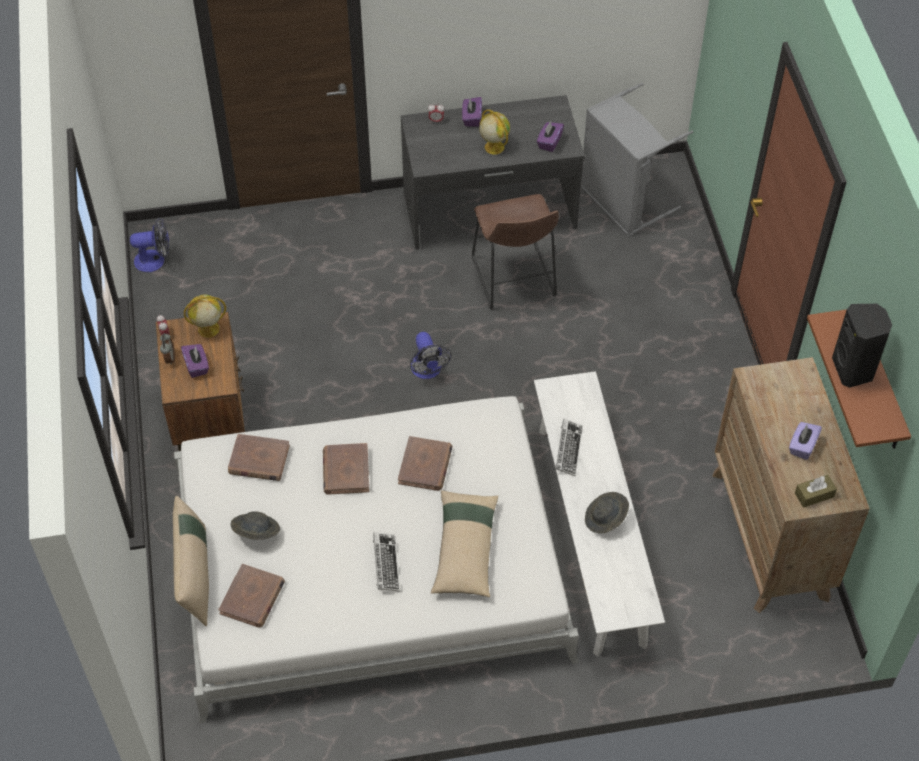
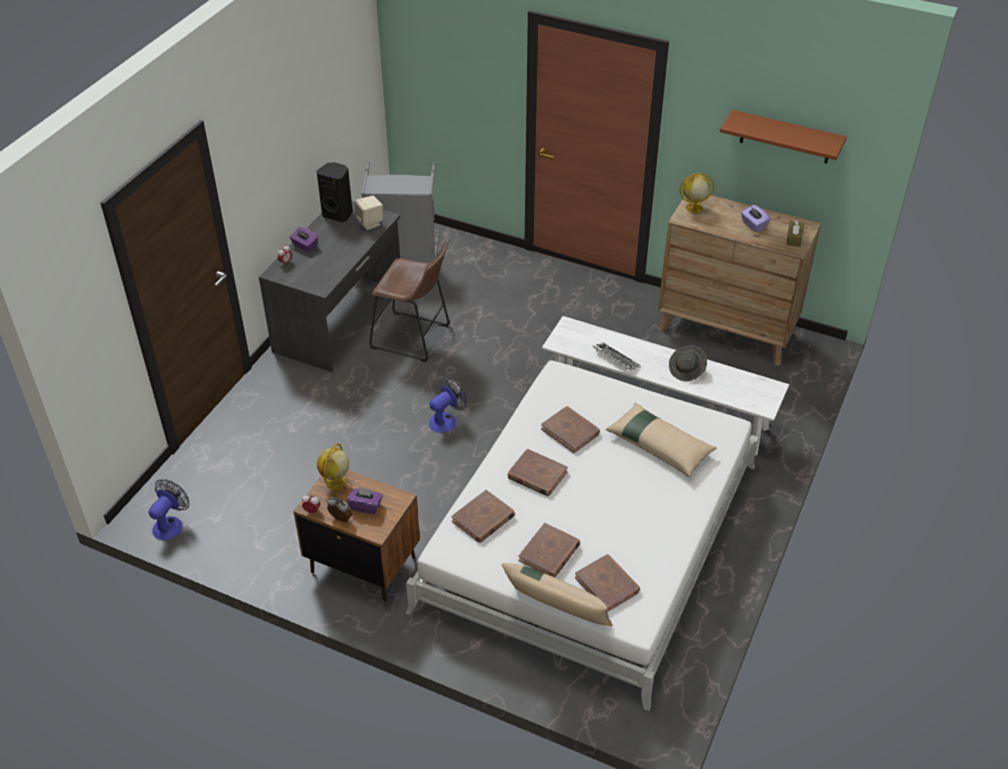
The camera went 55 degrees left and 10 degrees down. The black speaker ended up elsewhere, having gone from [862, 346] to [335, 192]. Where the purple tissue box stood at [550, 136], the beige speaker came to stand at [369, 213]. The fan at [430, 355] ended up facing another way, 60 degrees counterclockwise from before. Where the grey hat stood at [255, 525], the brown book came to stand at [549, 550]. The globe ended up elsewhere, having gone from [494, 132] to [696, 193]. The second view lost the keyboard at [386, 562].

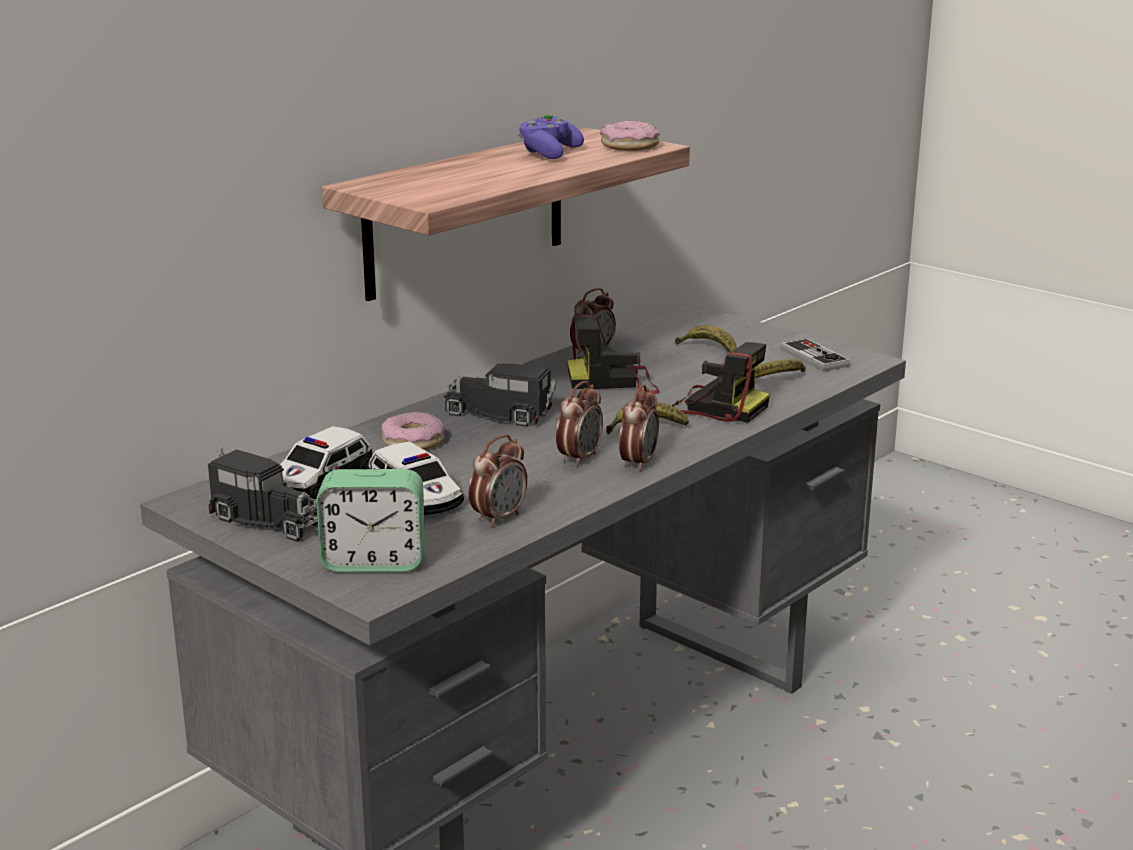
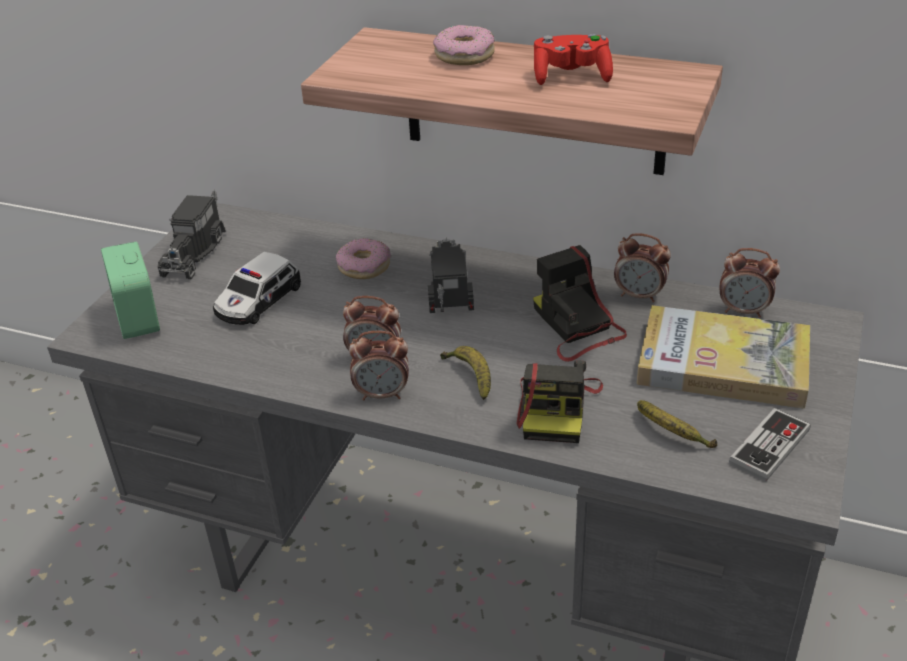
The camera went 70 degrees right and 15 degrees up. The donut ended up elsewhere, having gone from [630, 136] to [464, 45]. What was the purple game controller at [551, 137] turned into the red game controller at [573, 59]. Where the banana stood at [706, 338], the book came to stand at [723, 356]. The alarm clock ended up elsewhere, having gone from [497, 481] to [750, 283]. The second view lost the toy car at [326, 462].

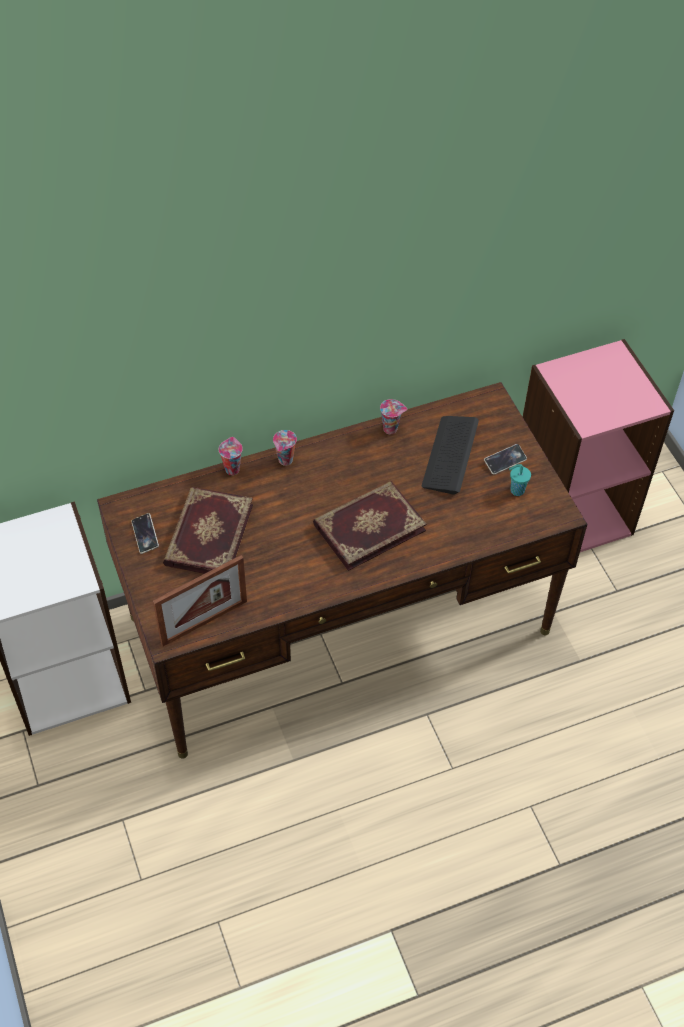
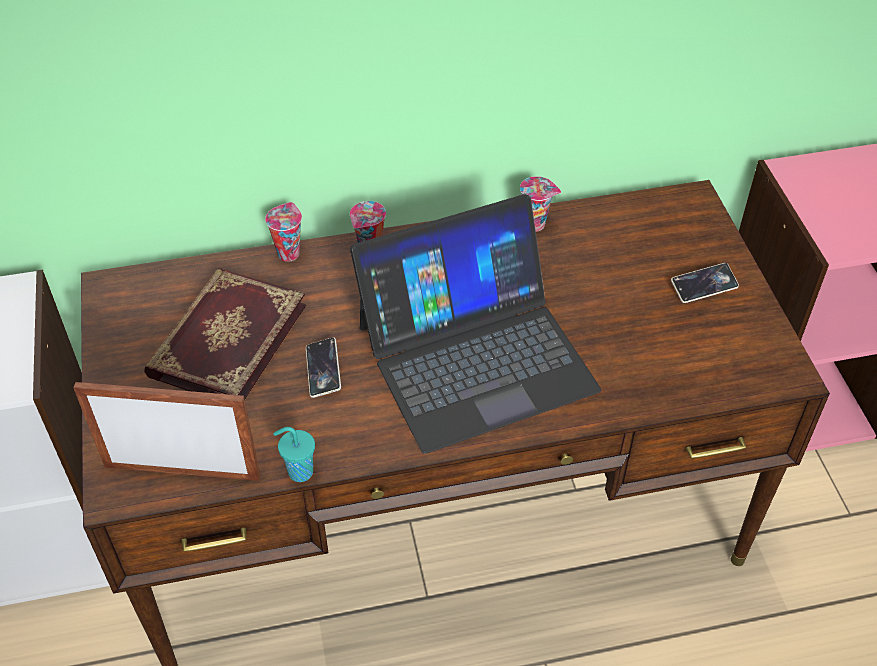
The camera went 10 degrees right and 5 degrees down. The picture frame at [200, 600] ended up facing another way, 150 degrees counterclockwise from before. The turquoise cup ended up elsewhere, having gone from [520, 480] to [294, 454]. The phone ended up elsewhere, having gone from [145, 533] to [323, 367]. Where the book stood at [370, 526], the laptop came to stand at [475, 323]. The second view lost the keyboard at [450, 455].

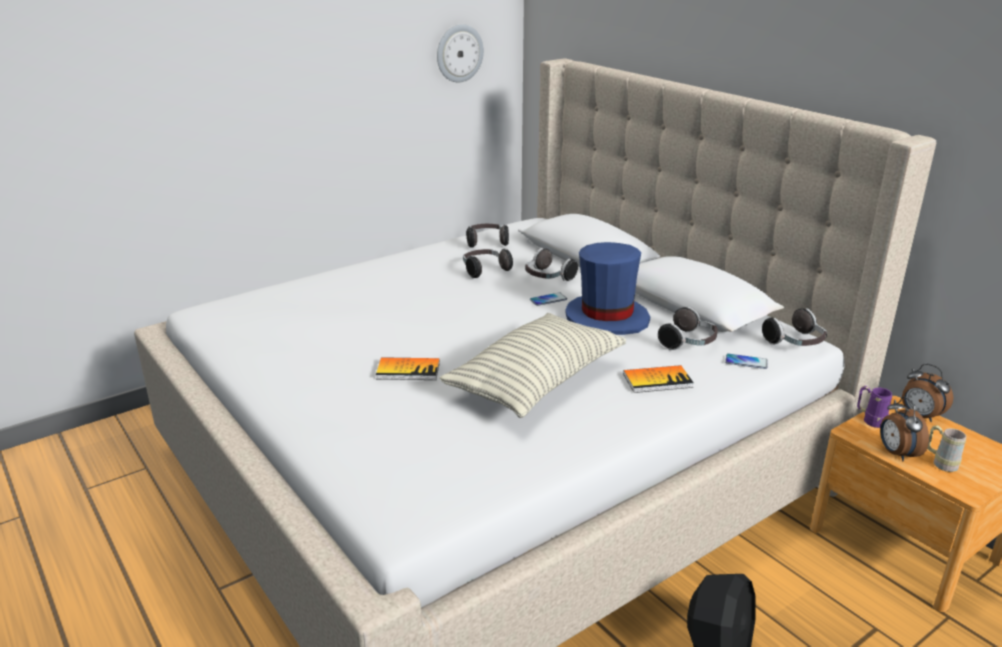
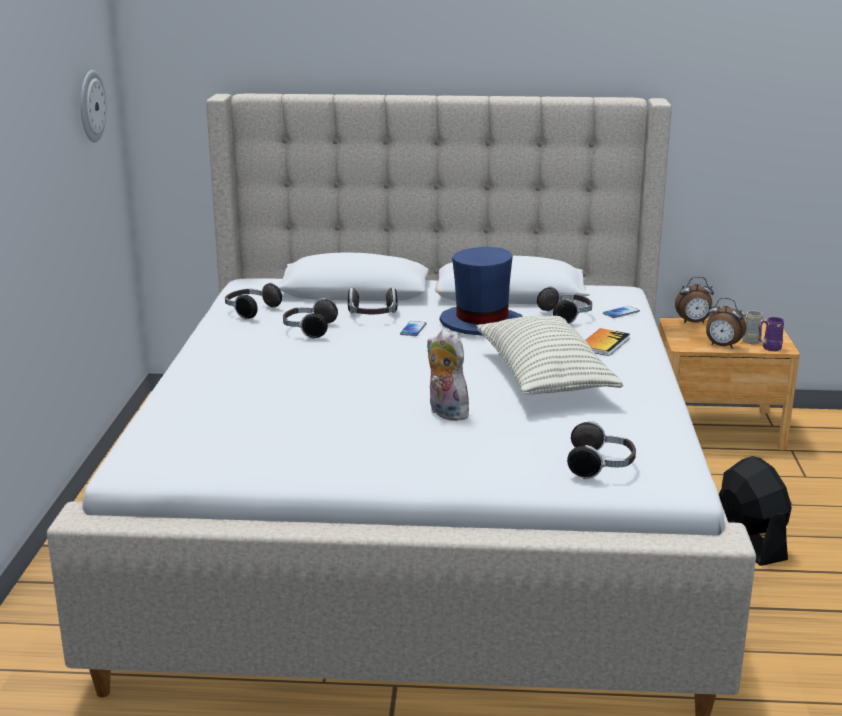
The camera went 50 degrees left and 5 degrees down. Where the book stood at [408, 368], the plush toy came to stand at [448, 375]. The headphones ended up elsewhere, having gone from [794, 327] to [601, 450]. The purple mug ended up elsewhere, having gone from [874, 407] to [771, 334].

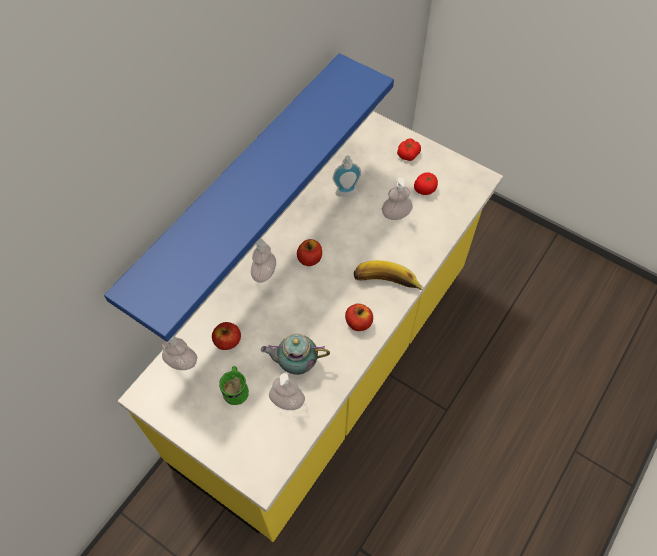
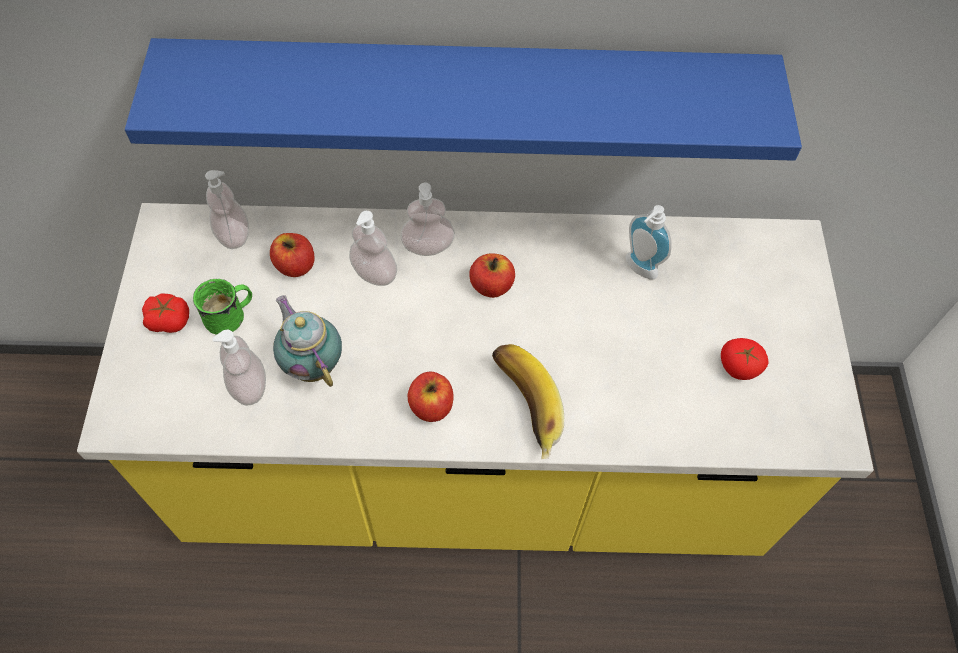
The camera went 55 degrees right and 0 degrees up. The tomato ended up elsewhere, having gone from [409, 150] to [165, 313]. The soap dispenser ended up elsewhere, having gone from [397, 199] to [373, 248].

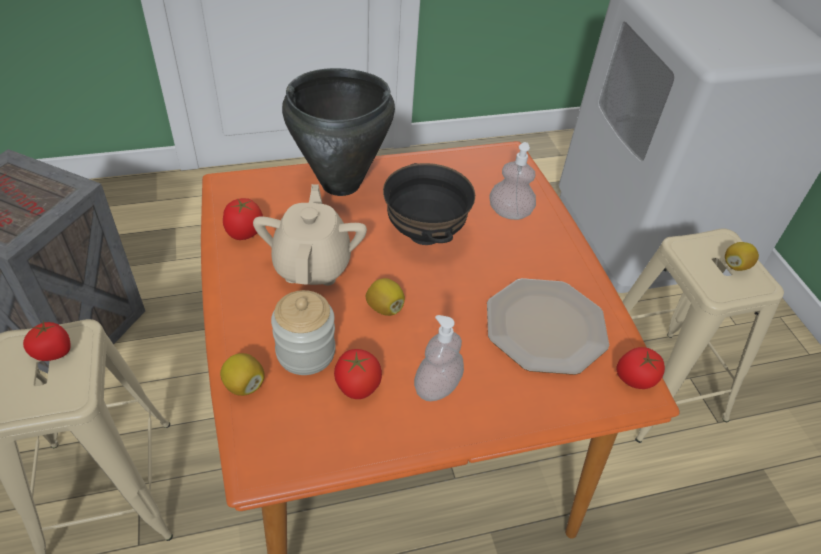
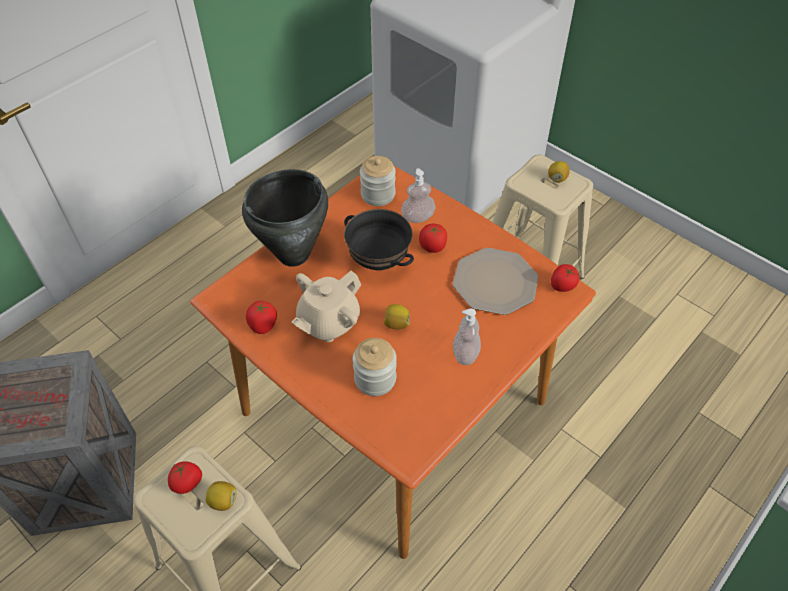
The camera went 30 degrees left and 5 degrees up. The lemon ended up elsewhere, having gone from [242, 374] to [221, 496]. The beige teapot at [310, 235] ended up facing another way, 105 degrees counterclockwise from before. The second view gained the jar at [378, 181]. The tomato ended up elsewhere, having gone from [358, 374] to [433, 238].

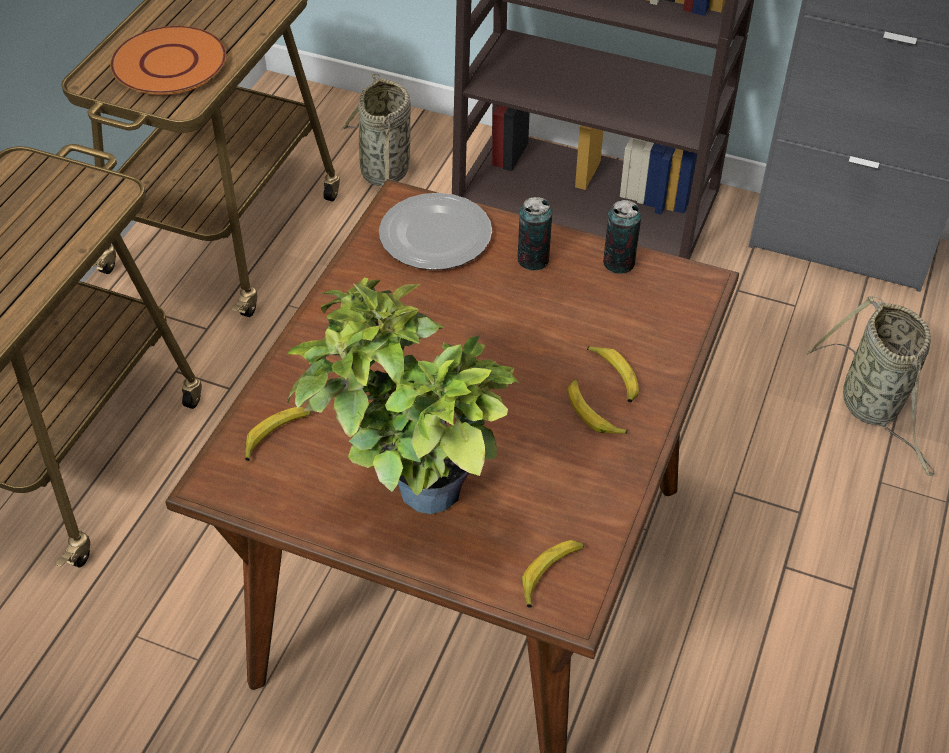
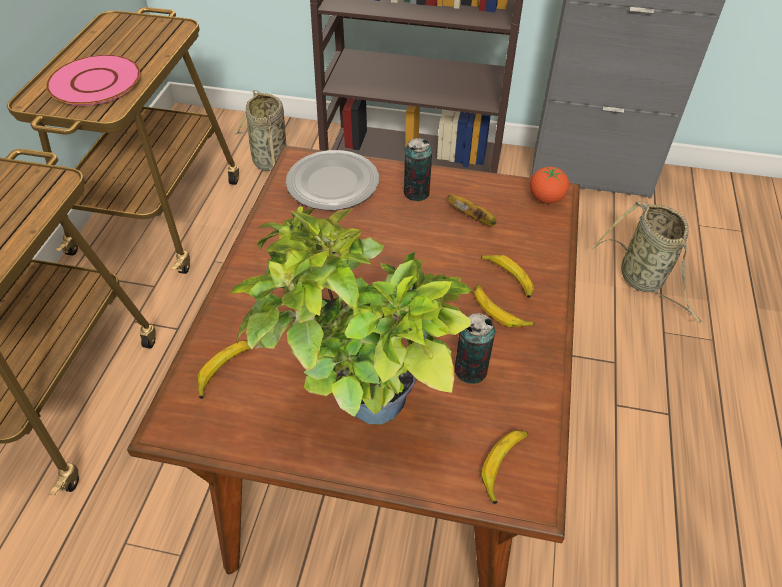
The camera went 10 degrees left and 0 degrees up. What was the orange plate at [168, 60] turned into the pink plate at [93, 80]. The second view gained the banana at [471, 210]. The can ended up elsewhere, having gone from [622, 237] to [475, 348]. The second view gained the tomato at [549, 185].

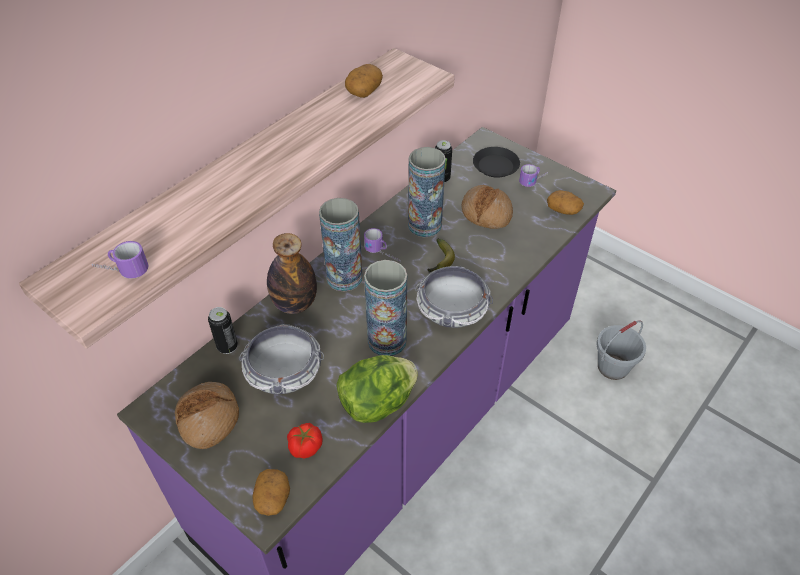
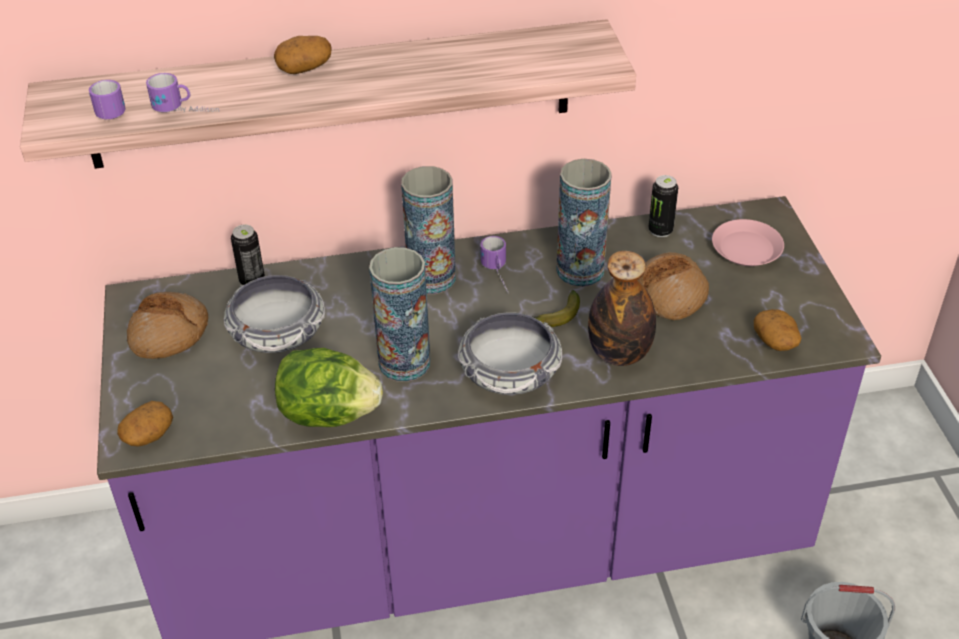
The camera went 40 degrees right and 5 degrees down. The mug ended up elsewhere, having gone from [533, 175] to [182, 92]. The potato ended up elsewhere, having gone from [364, 81] to [303, 55]. The bottle ended up elsewhere, having gone from [292, 273] to [622, 308]. What was the black plate at [496, 162] turned into the pink plate at [748, 242]. The second view lost the tomato at [305, 440].

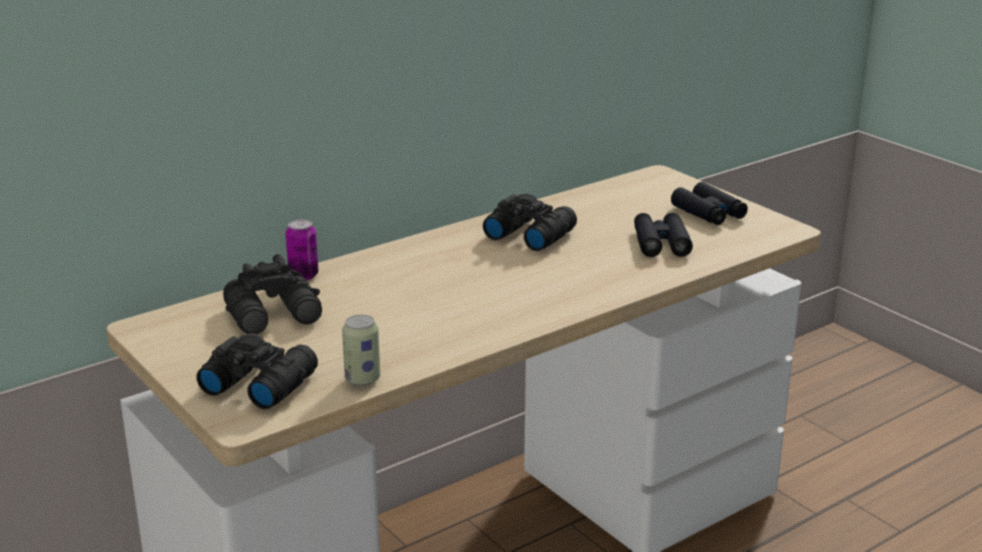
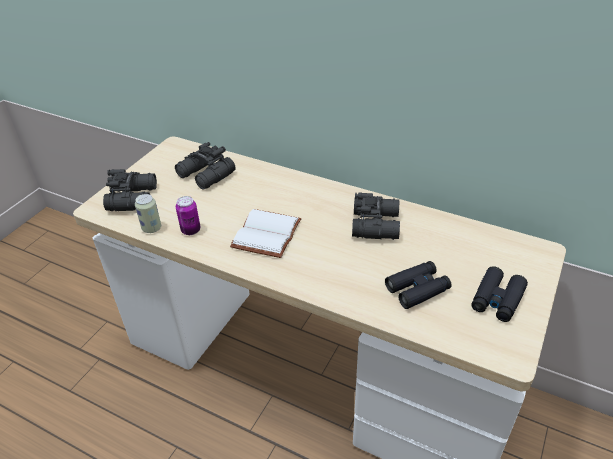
The camera went 65 degrees right and 15 degrees up. The can ended up elsewhere, having gone from [302, 249] to [188, 215]. The second view gained the white book at [266, 233].

